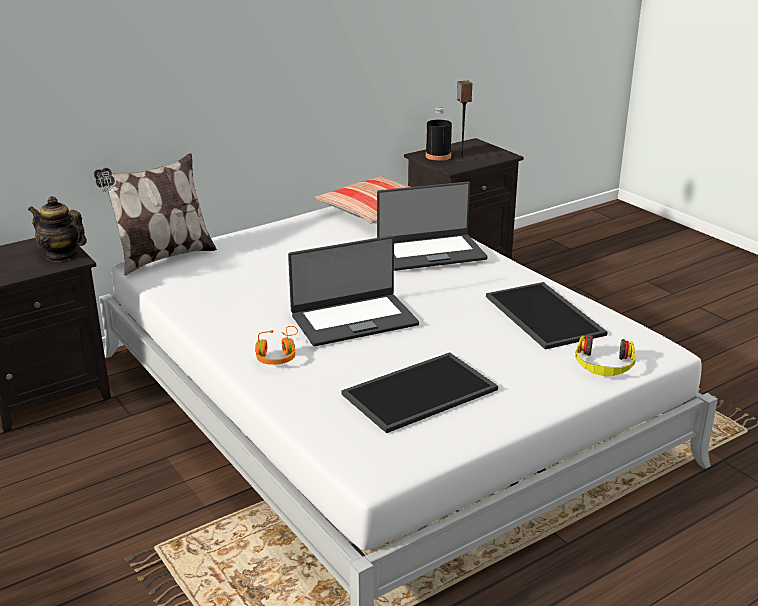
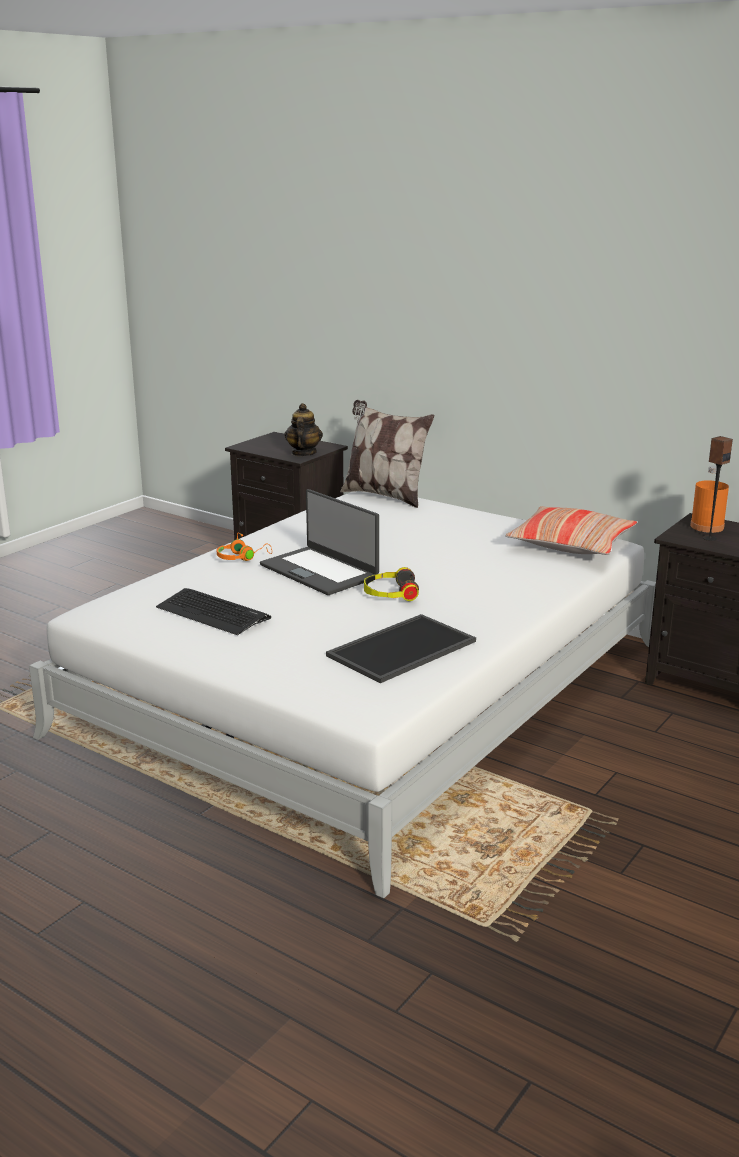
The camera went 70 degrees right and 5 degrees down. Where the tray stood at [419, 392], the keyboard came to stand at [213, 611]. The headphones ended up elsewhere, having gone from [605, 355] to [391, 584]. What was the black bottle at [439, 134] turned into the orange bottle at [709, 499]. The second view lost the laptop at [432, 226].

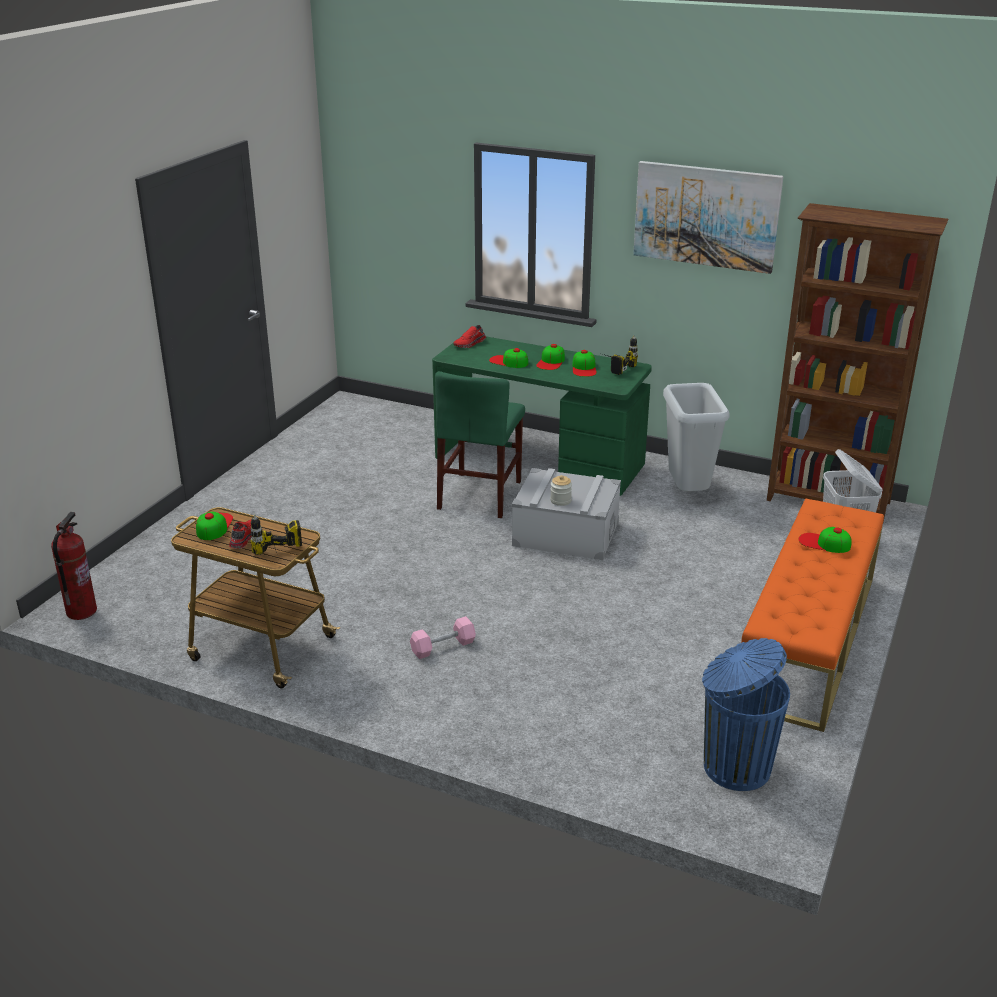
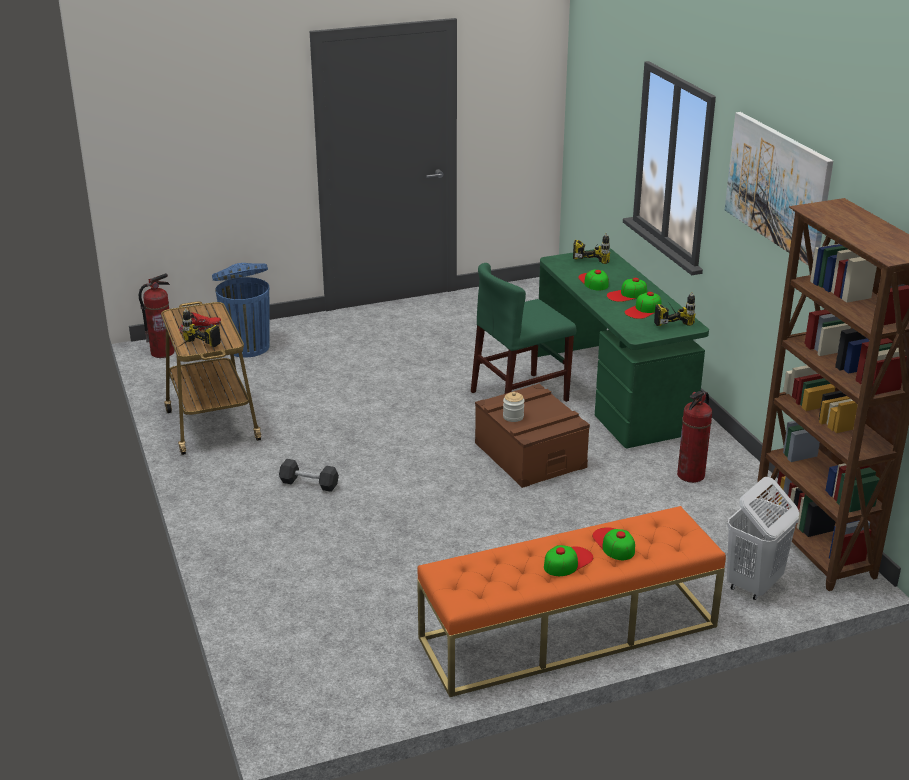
The camera went 45 degrees right and 0 degrees up. The blue trash can ended up elsewhere, having gone from [746, 714] to [241, 310]. What was the pink dumbbell at [443, 637] turned into the black dumbbell at [309, 475]. What was the grey storage box at [566, 514] turned into the brown storage box at [532, 436]. The cap ended up elsewhere, having gone from [214, 526] to [568, 560]. Where the red shoe stood at [469, 336], the power drill came to stand at [591, 248]. Where the grey trash can stood at [696, 437], the fire extinguisher came to stand at [694, 437].

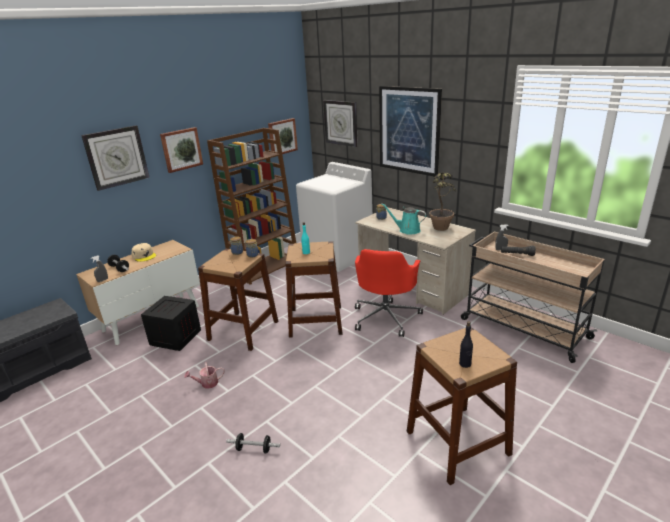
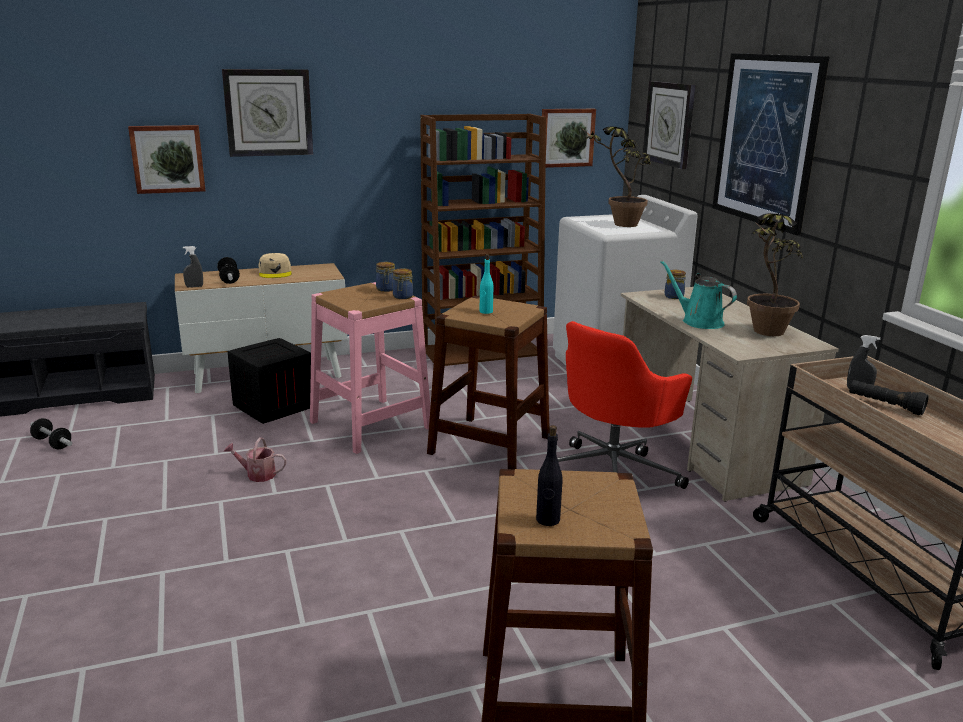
The camera went 25 degrees right and 5 degrees down. The dumbbell ended up elsewhere, having gone from [253, 443] to [51, 433]. The picture ended up elsewhere, having gone from [181, 150] to [166, 159]. What was the brown stool at [238, 300] turned into the pink stool at [370, 368]. The second view gained the potted plant at [616, 176].

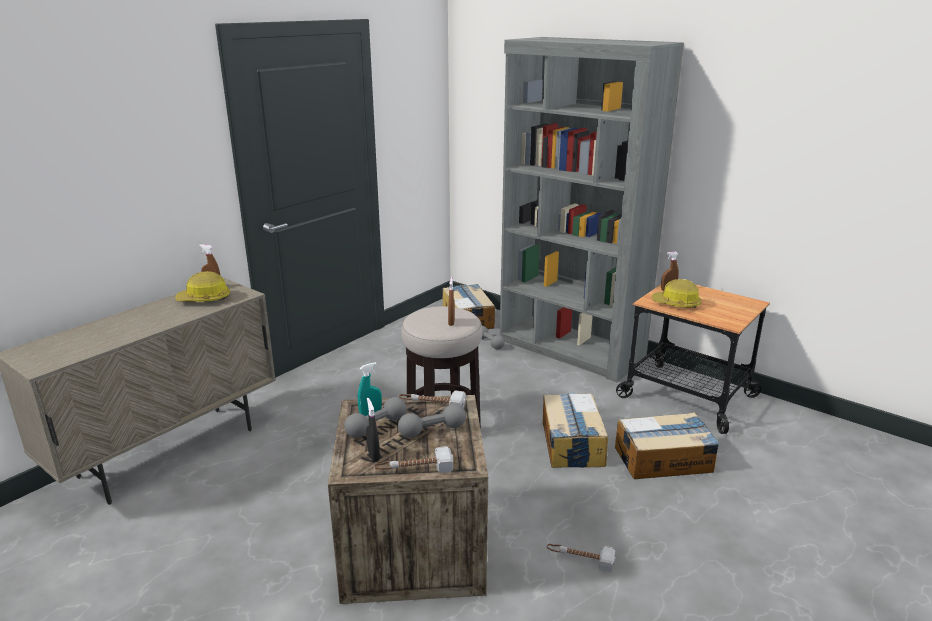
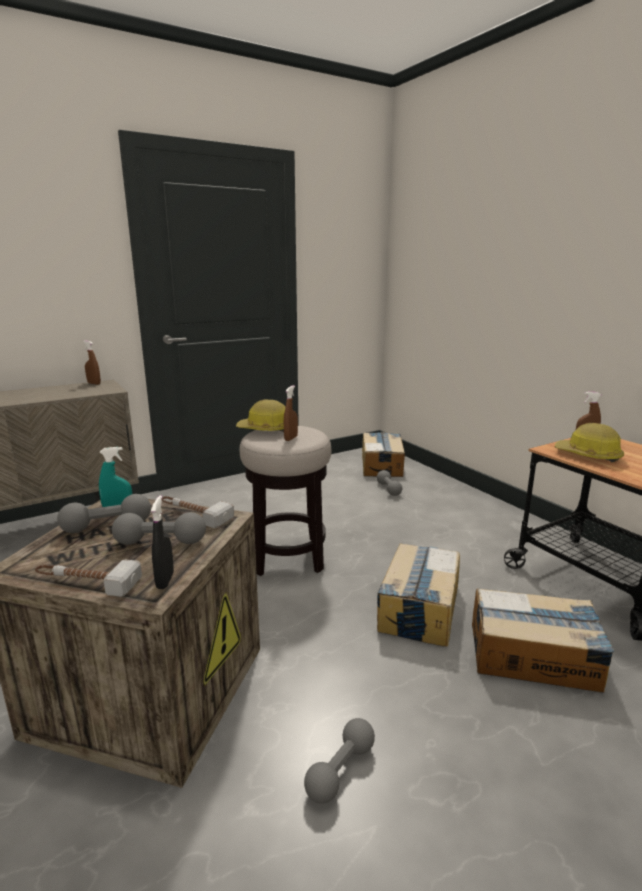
The camera went 20 degrees right and 5 degrees down. The black spray bottle ended up elsewhere, having gone from [373, 430] to [162, 542]. The hard hat ended up elsewhere, having gone from [203, 286] to [260, 416]. Where the hammer stood at [581, 558], the grey dumbbell came to stand at [339, 761]. The second view lost the grey bookcase at [592, 209].

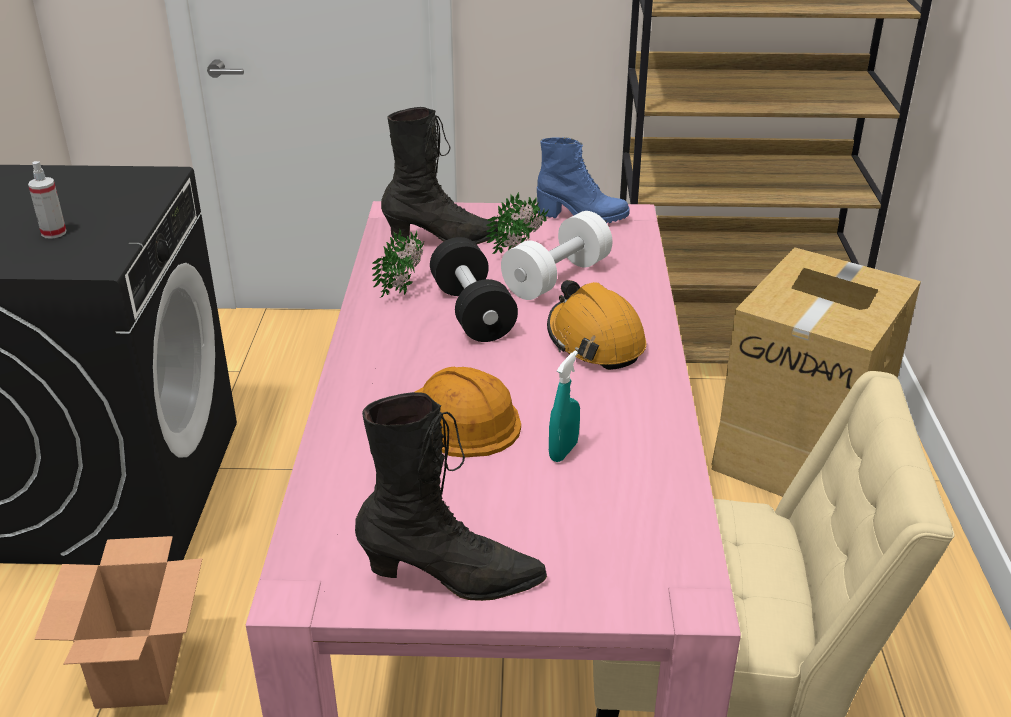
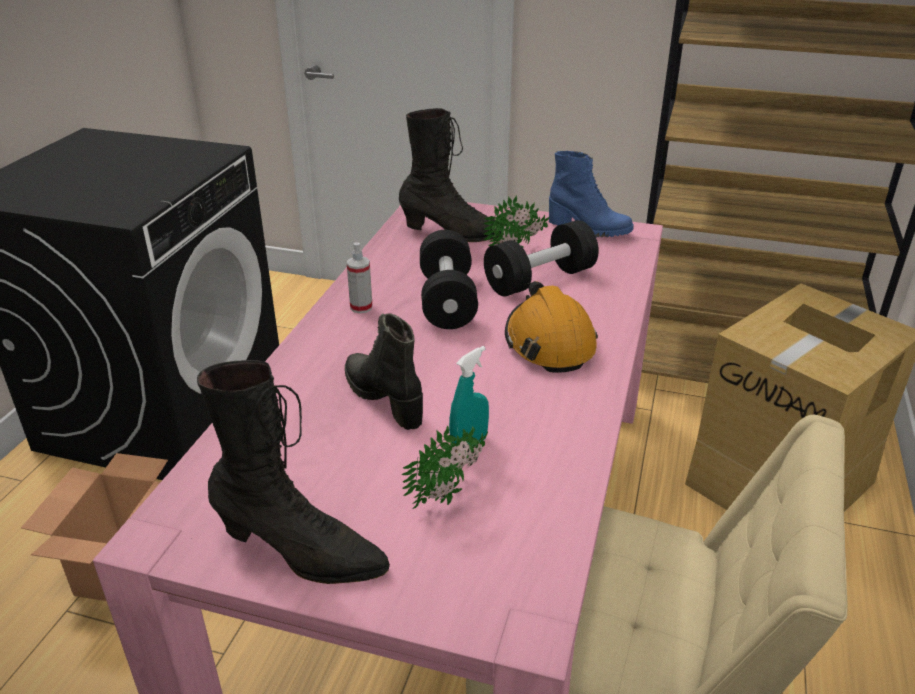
The camera went 15 degrees right and 0 degrees up. Where the orange hard hat stood at [468, 412], the black boot came to stand at [384, 371]. The spray bottle ended up elsewhere, having gone from [47, 200] to [360, 277]. The potted plant ended up elsewhere, having gone from [398, 264] to [445, 467]. What was the white dumbbell at [556, 255] turned into the black dumbbell at [541, 258].

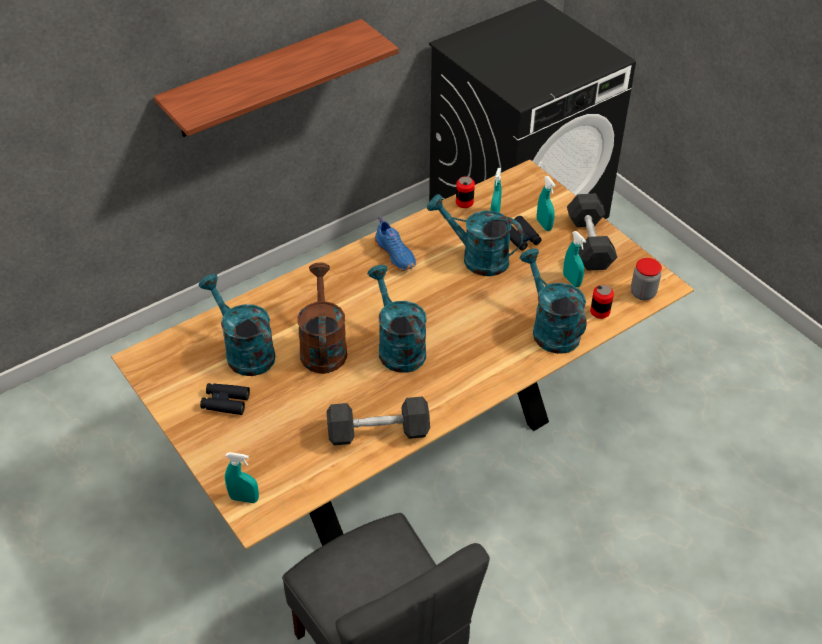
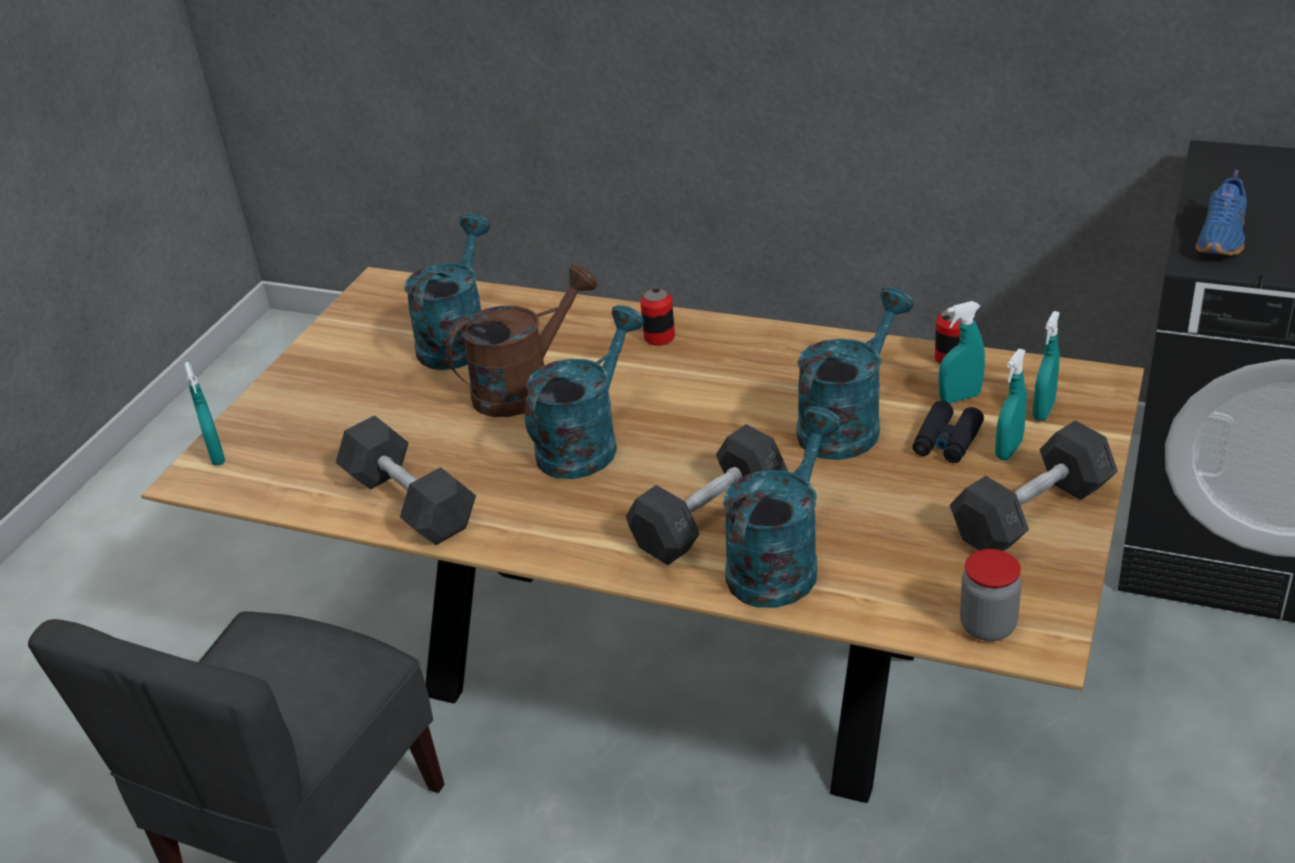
The camera went 60 degrees right and 10 degrees down. The second view gained the grey dumbbell at [707, 494]. The can ended up elsewhere, having gone from [602, 302] to [657, 317]. The turquoise watering can at [475, 235] ended up facing another way, 45 degrees clockwise from before. The turquoise spray bottle ended up elsewhere, having gone from [574, 259] to [1046, 366]. The blue shoe ended up elsewhere, having gone from [395, 244] to [1221, 213]. The second view lost the shelf at [276, 78]. The second view lost the black binoculars at [225, 399].

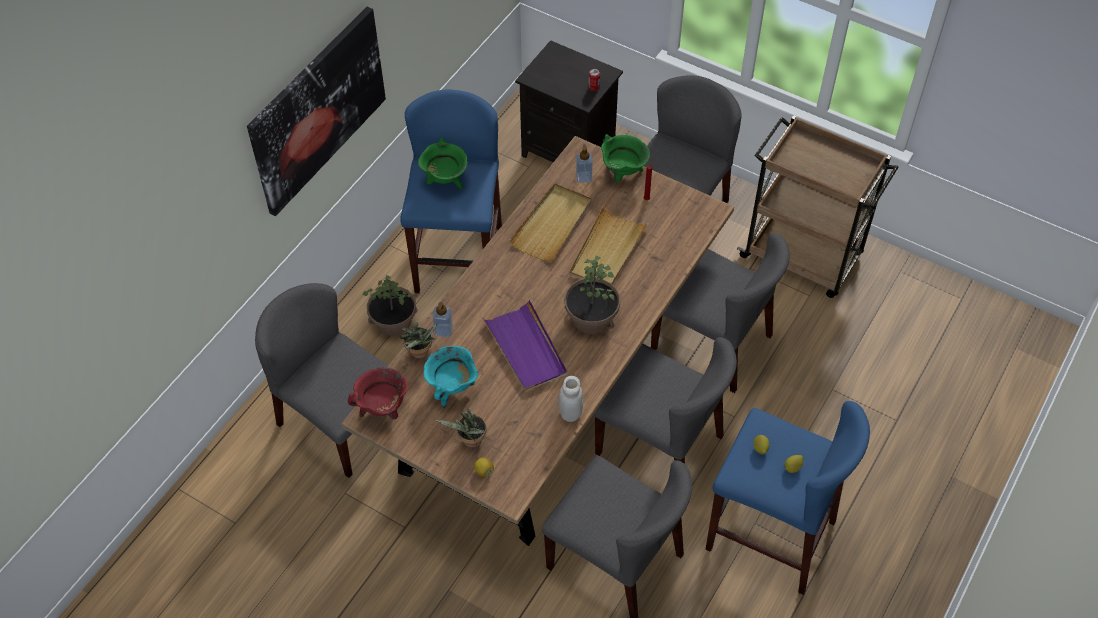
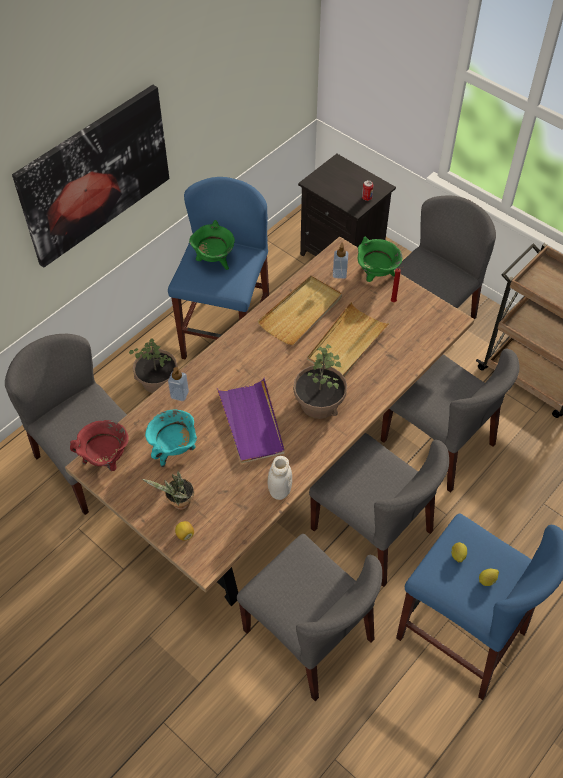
The camera went 10 degrees right and 0 degrees up. The second view lost the potted plant at [419, 340].

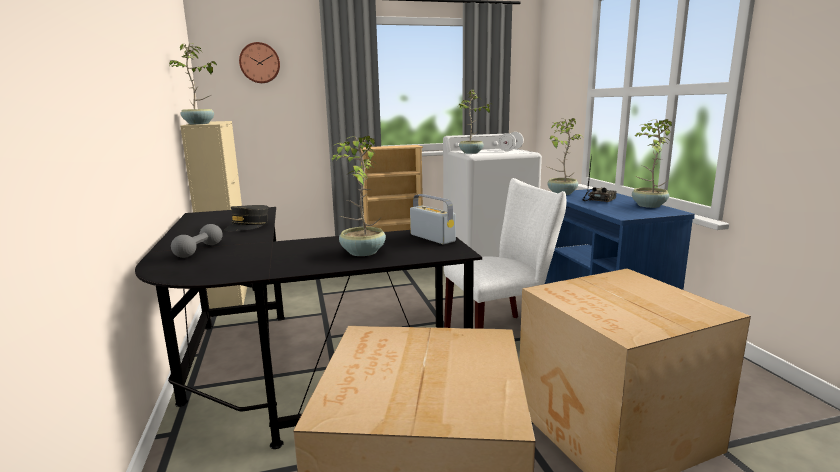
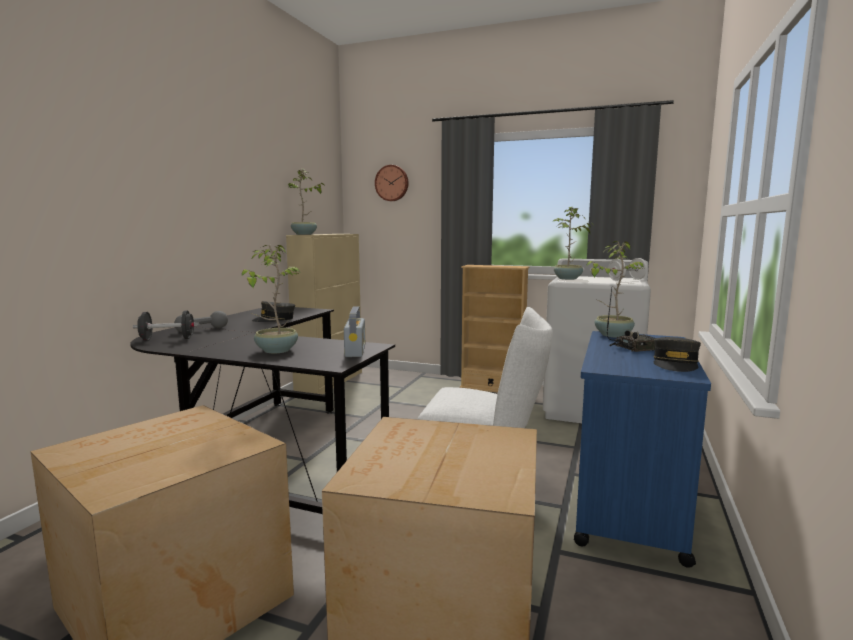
The camera went 35 degrees right and 5 degrees down. The second view gained the black dumbbell at [166, 325]. Where the potted plant stood at [652, 163], the grey cap came to stand at [677, 354].

